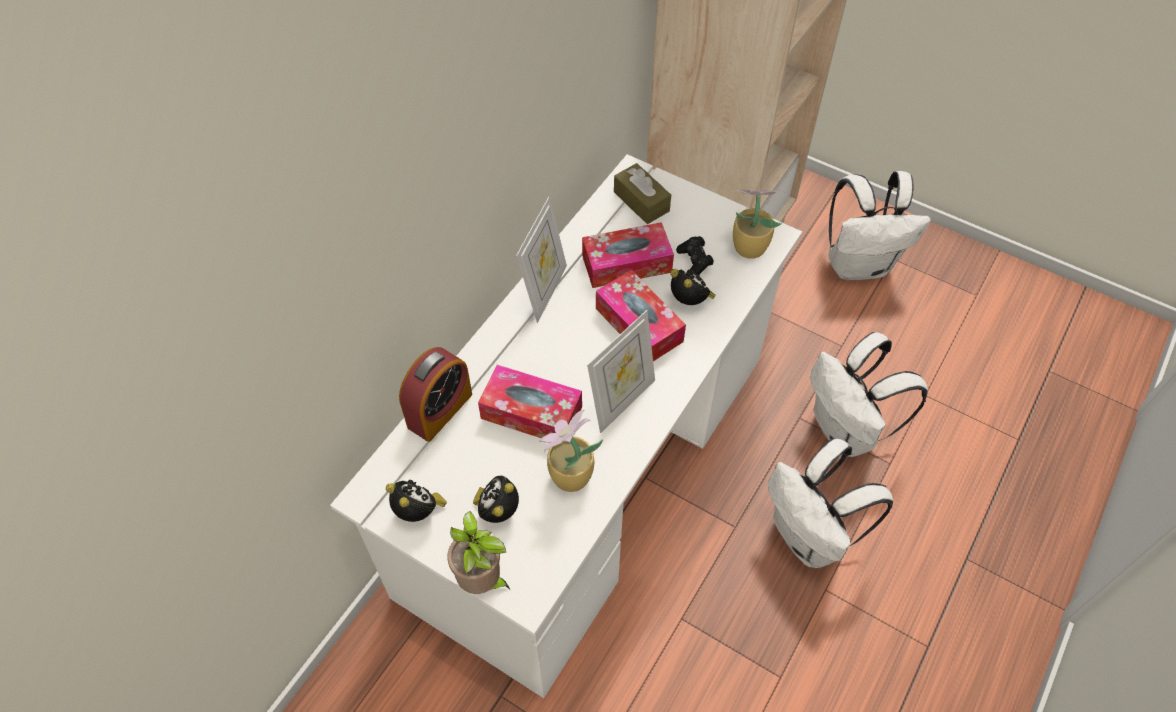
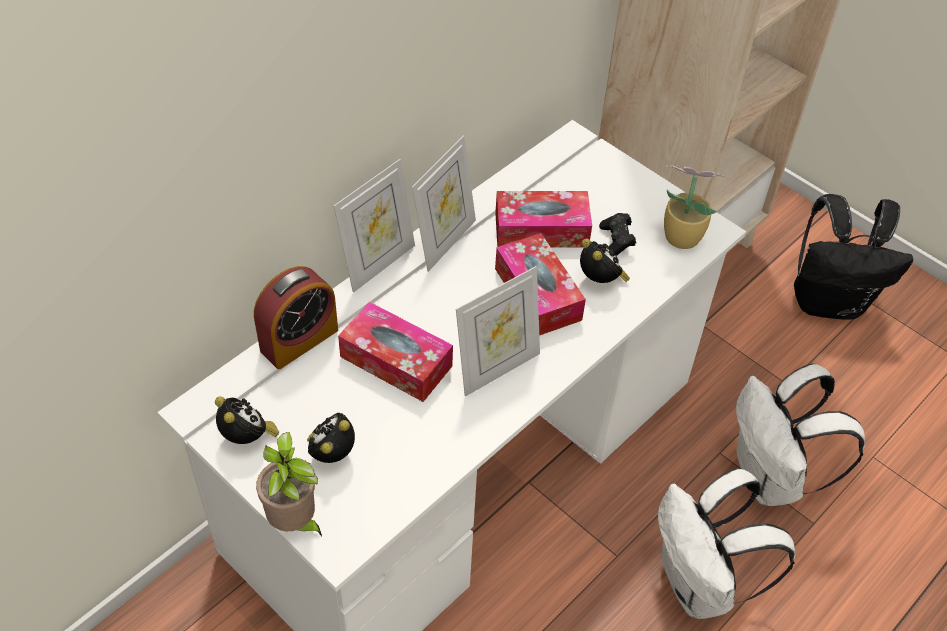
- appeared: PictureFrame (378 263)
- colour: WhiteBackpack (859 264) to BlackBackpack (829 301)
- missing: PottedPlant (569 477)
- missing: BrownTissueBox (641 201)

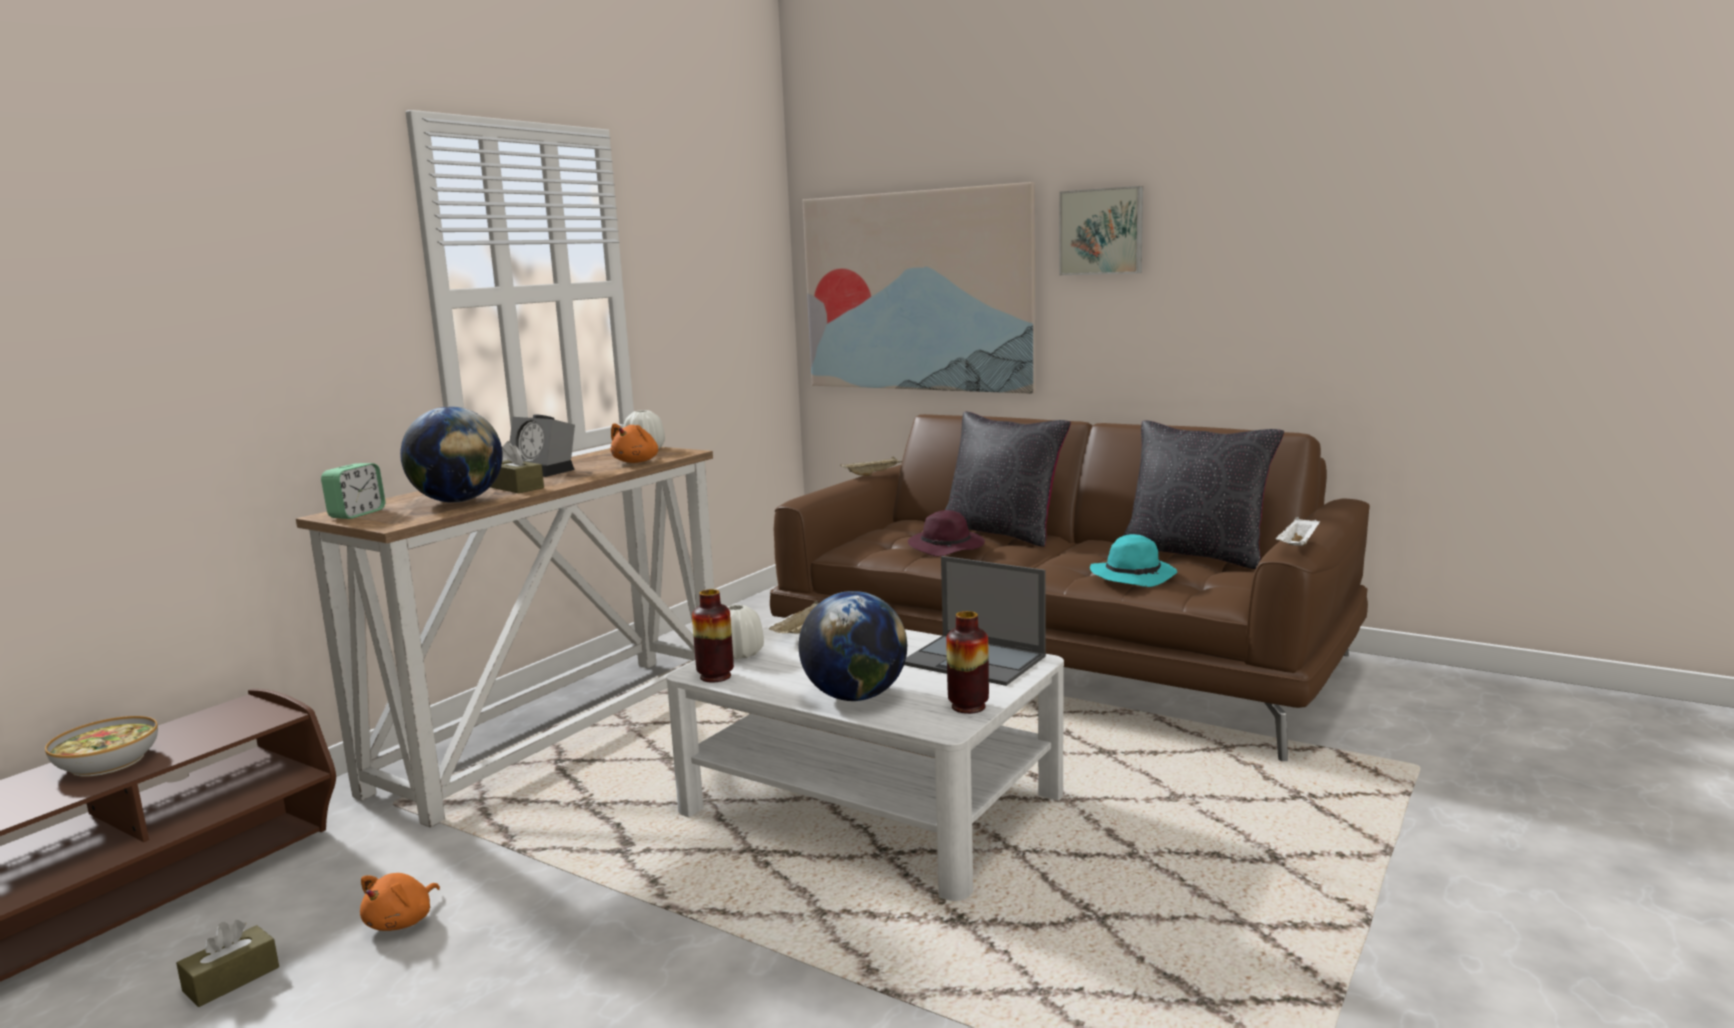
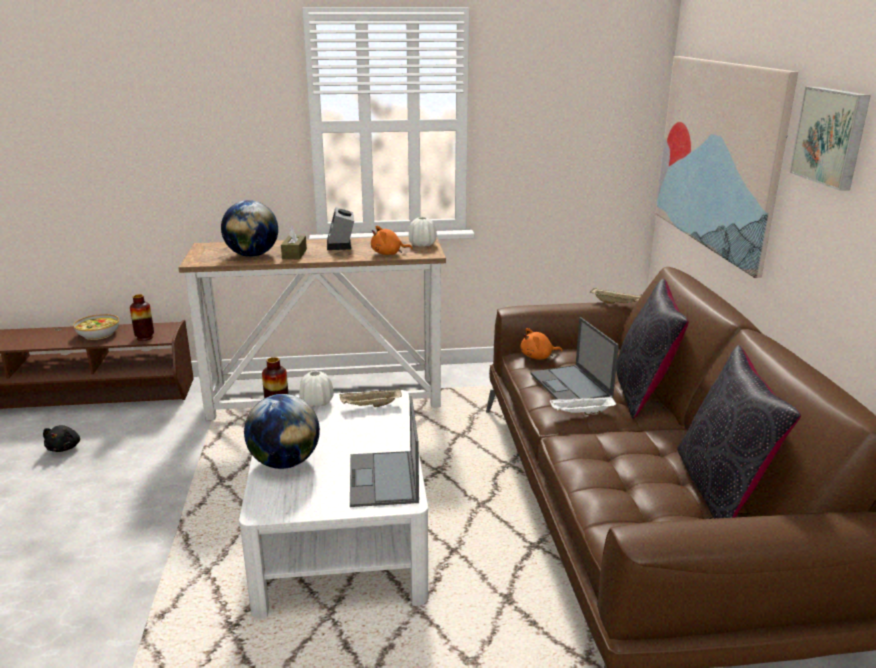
- exchanged: BrownTissueBox (231 979) to BlackPlushToy (64 448)
- relocated: Vase (968 707) to (145 337)
- relocated: OrangePlushToy (402 921) to (538 357)
- exchanged: PurpleHat (947 547) to Laptop (571 386)
- relocated: WhiteTray (1298 547) to (581 413)
- missing: AlarmClock (357 514)
- missing: TurquoiseHat (1134 576)

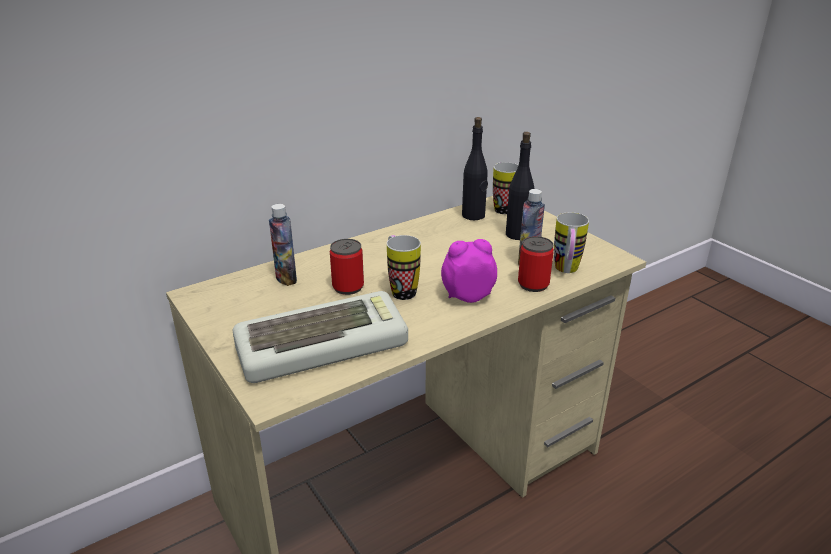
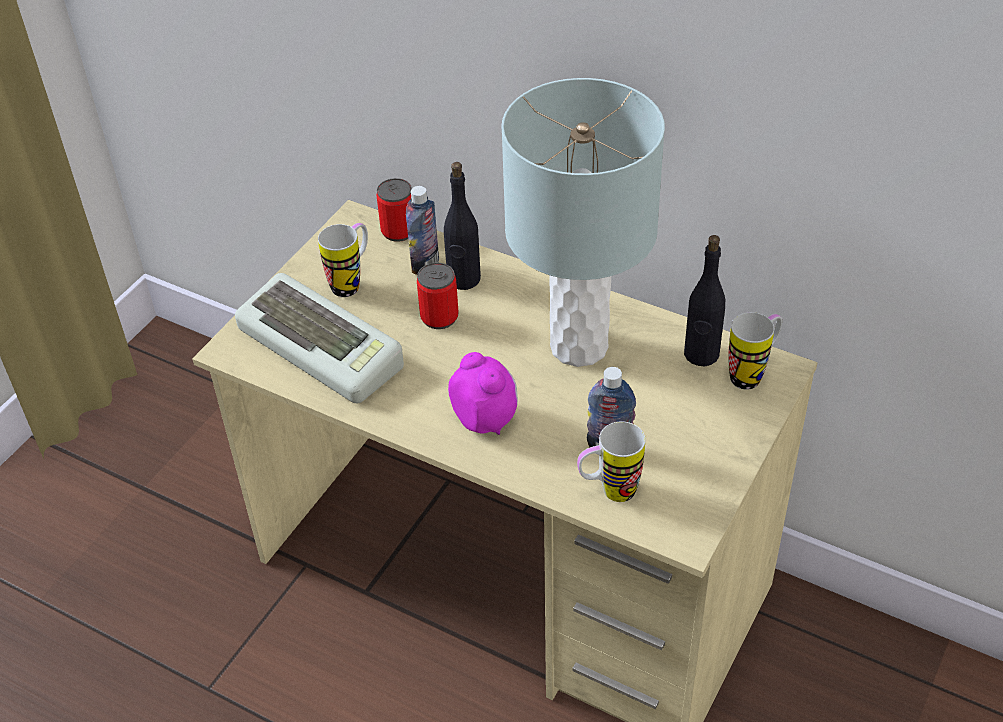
- relocated: Mug (400 289) to (351 282)
- relocated: Can (533 284) to (398 231)
- relocated: BlackBottle (518 235) to (463 279)
- appeared: GreyTableLamp (580 346)

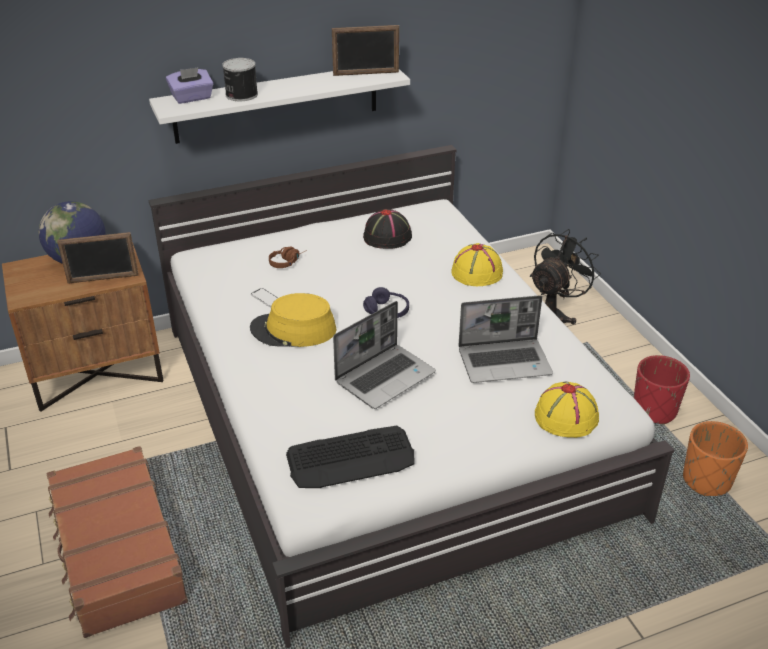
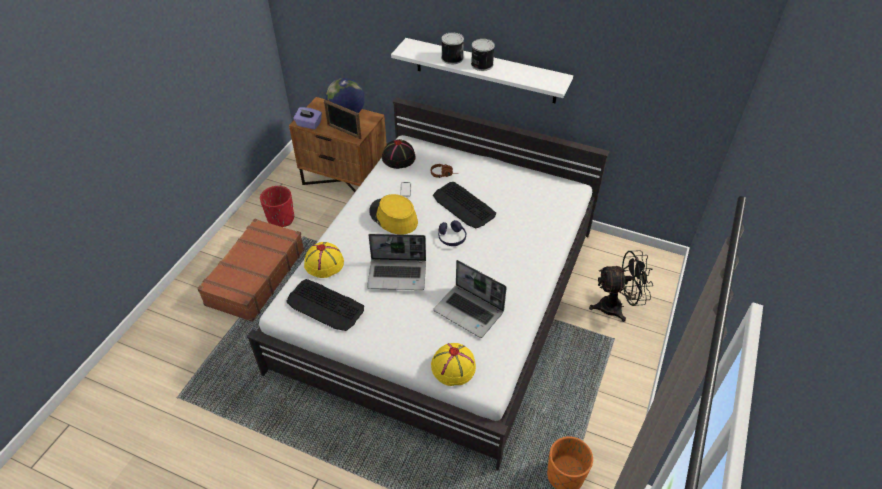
- relocated: RedPlanter (654 410) to (281 219)
- relocated: PurpleTissueBox (192 98) to (309 124)
- relocated: YellowHat (477 272) to (324 263)
- relocated: BlackHat (387 236) to (399 158)
- appeared: Keyboard (464 205)
- appeared: Can (481 64)
- missing: PictureFrame (366 73)

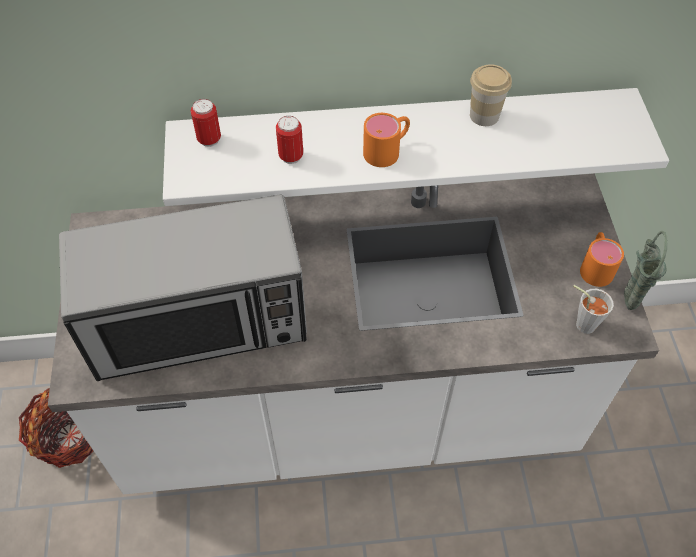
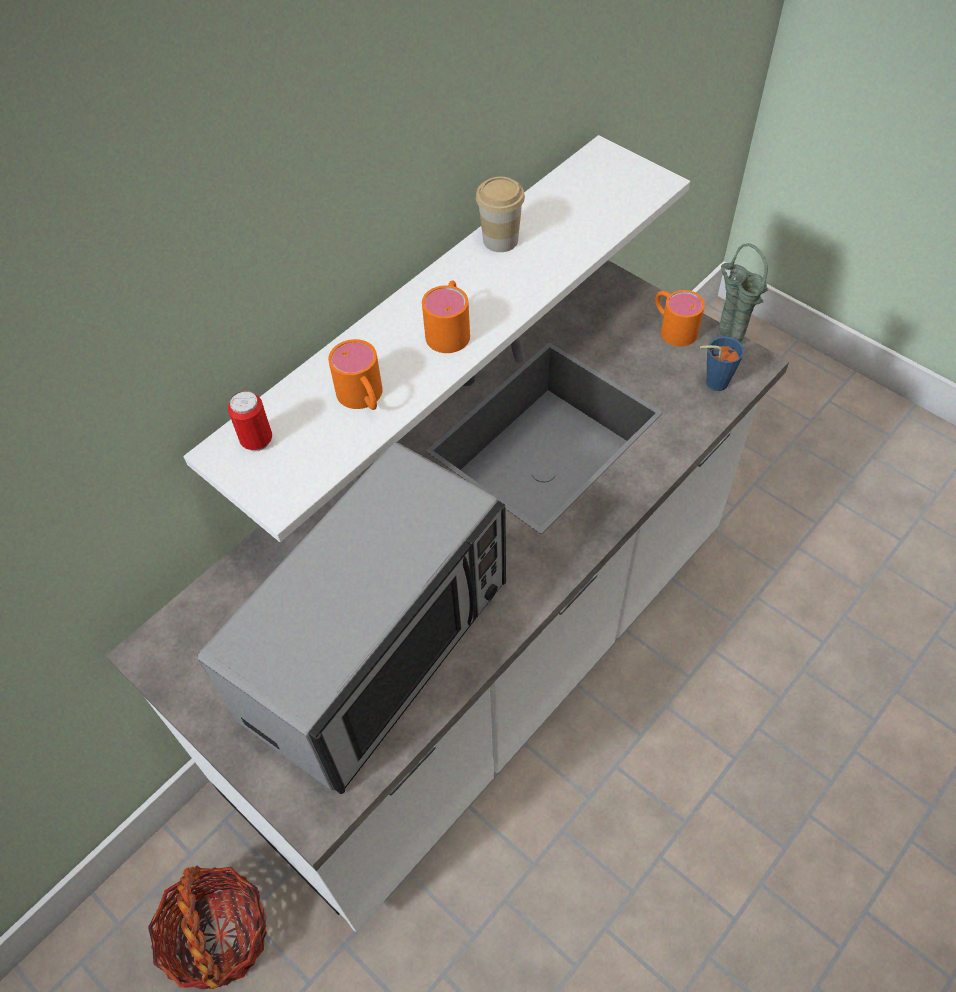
- exchanged: Can (291 156) to OrangeMug (363 398)
- colour: GreyCup (581 322) to BlueCup (711 383)

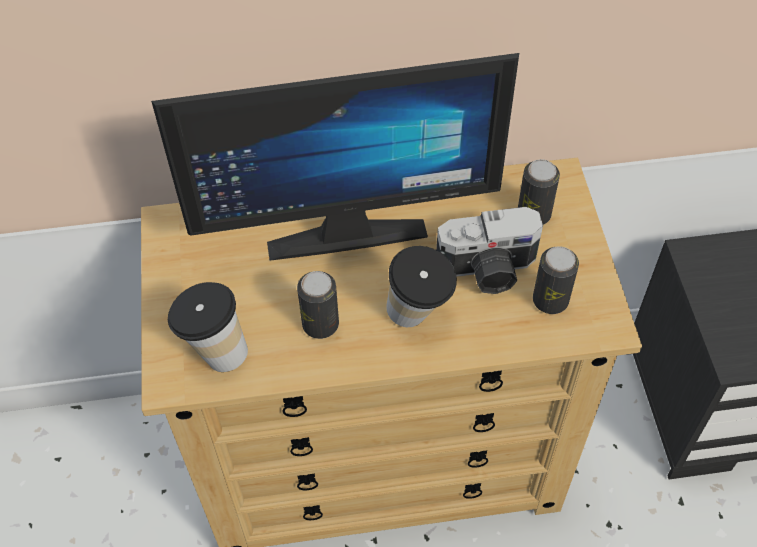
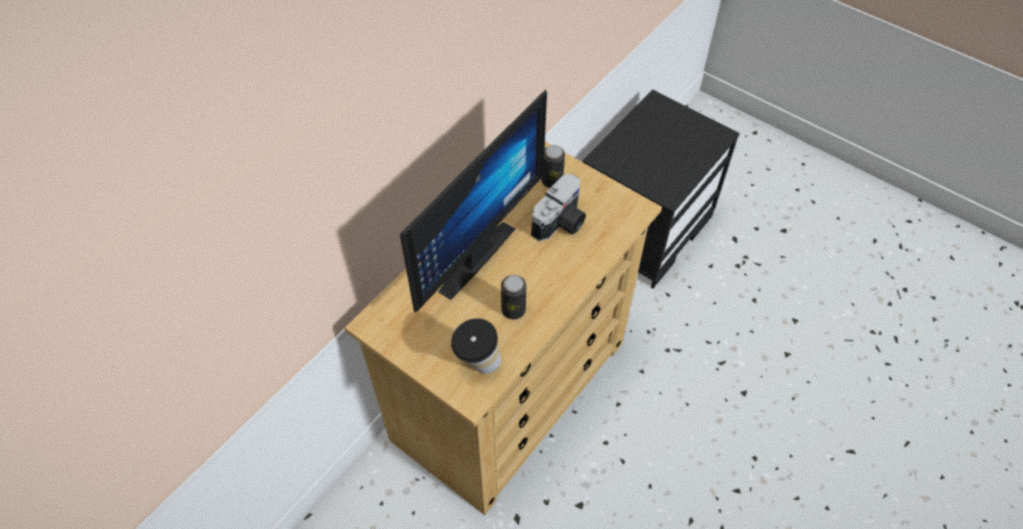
- missing: Cup (418 317)
- missing: Can (550 300)

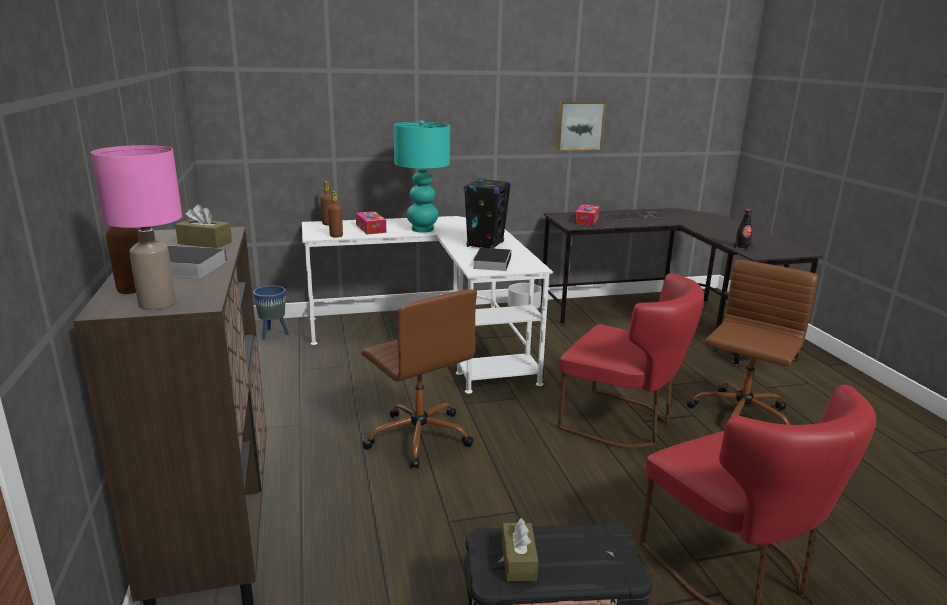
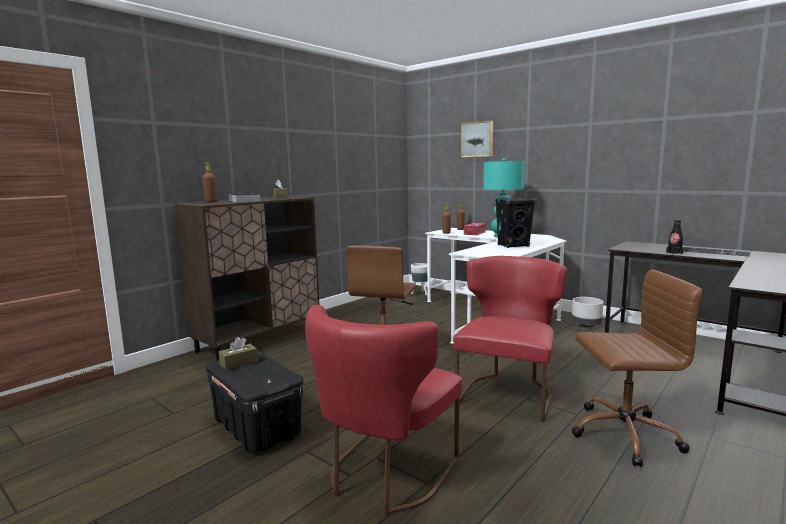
- colour: BluePlanter (273 334) to WhitePlanter (420 293)
- spun: RedChair (622 422) = (508 392) 150 degrees counterclockwise
- relocated: Picture (579 125) to (477 139)
- relocated: BlackBottle (741 247) to (674 253)
- missing: PinkTableLamp (156 304)
- missing: Book (492 262)
- missing: TissueBox (586 220)

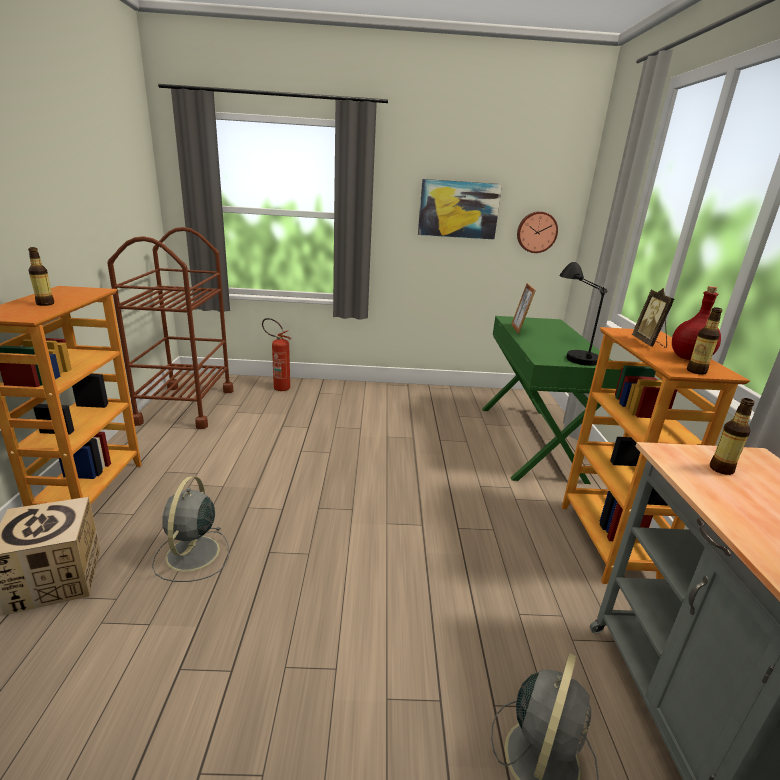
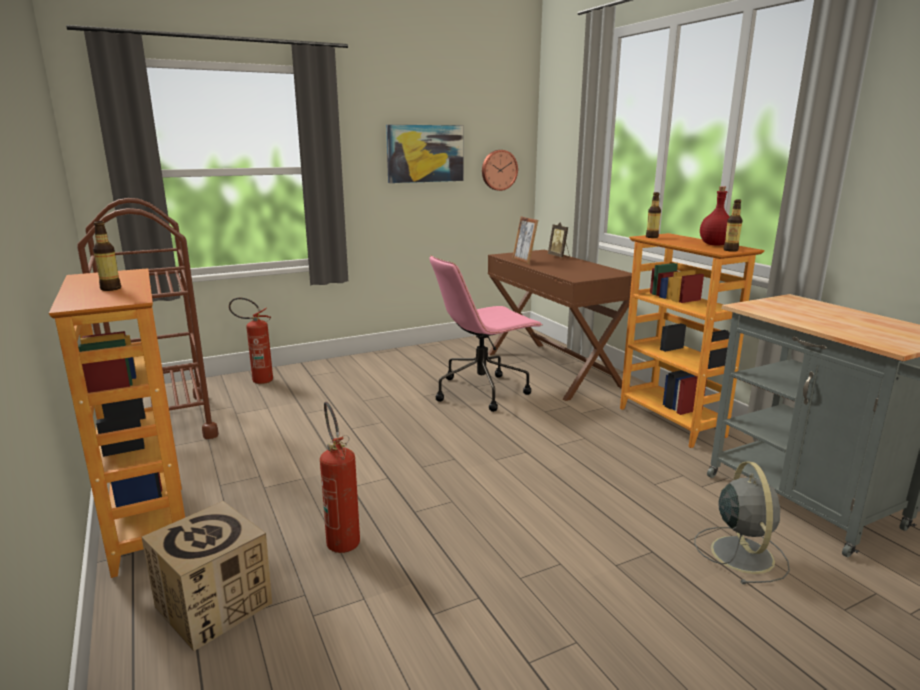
- exchanged: GreyFan (192 555) to FireExtinguisher (341 538)
- appeared: PinkOfficeChair (482 391)
- colour: GreenDesk (530 441) to BrownDesk (552 369)
- relocated: PictureFrame (649 343) to (559 256)
- relocated: Bottle (721 469) to (652 237)
- missing: BlackTableLamp (571 350)

